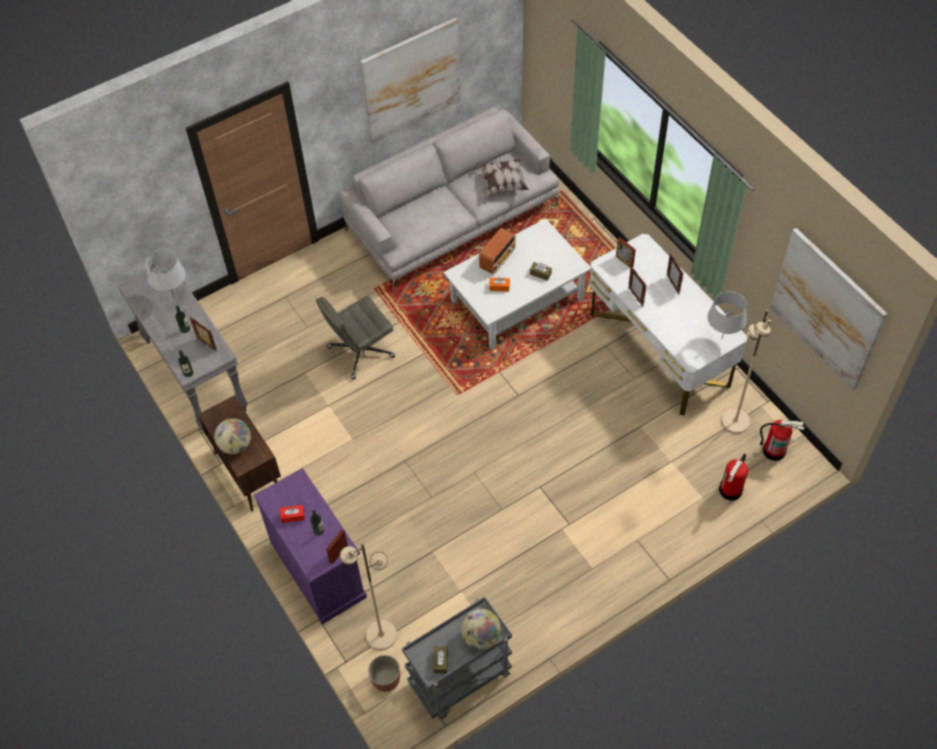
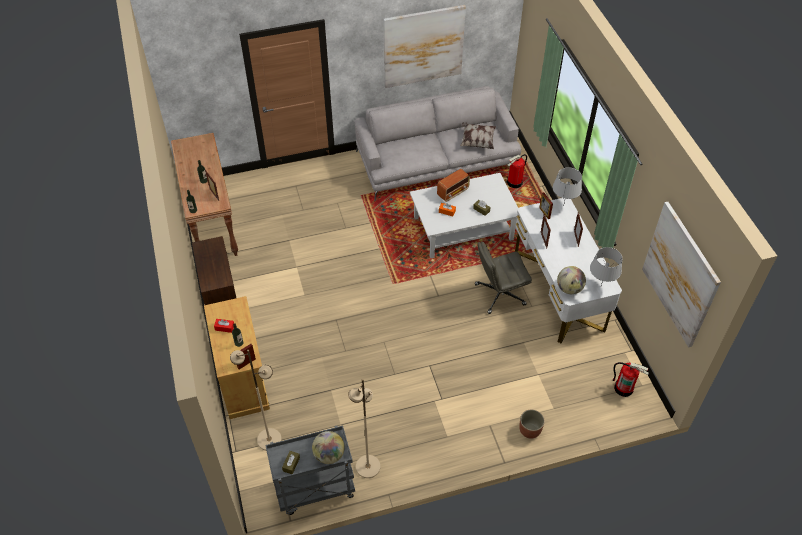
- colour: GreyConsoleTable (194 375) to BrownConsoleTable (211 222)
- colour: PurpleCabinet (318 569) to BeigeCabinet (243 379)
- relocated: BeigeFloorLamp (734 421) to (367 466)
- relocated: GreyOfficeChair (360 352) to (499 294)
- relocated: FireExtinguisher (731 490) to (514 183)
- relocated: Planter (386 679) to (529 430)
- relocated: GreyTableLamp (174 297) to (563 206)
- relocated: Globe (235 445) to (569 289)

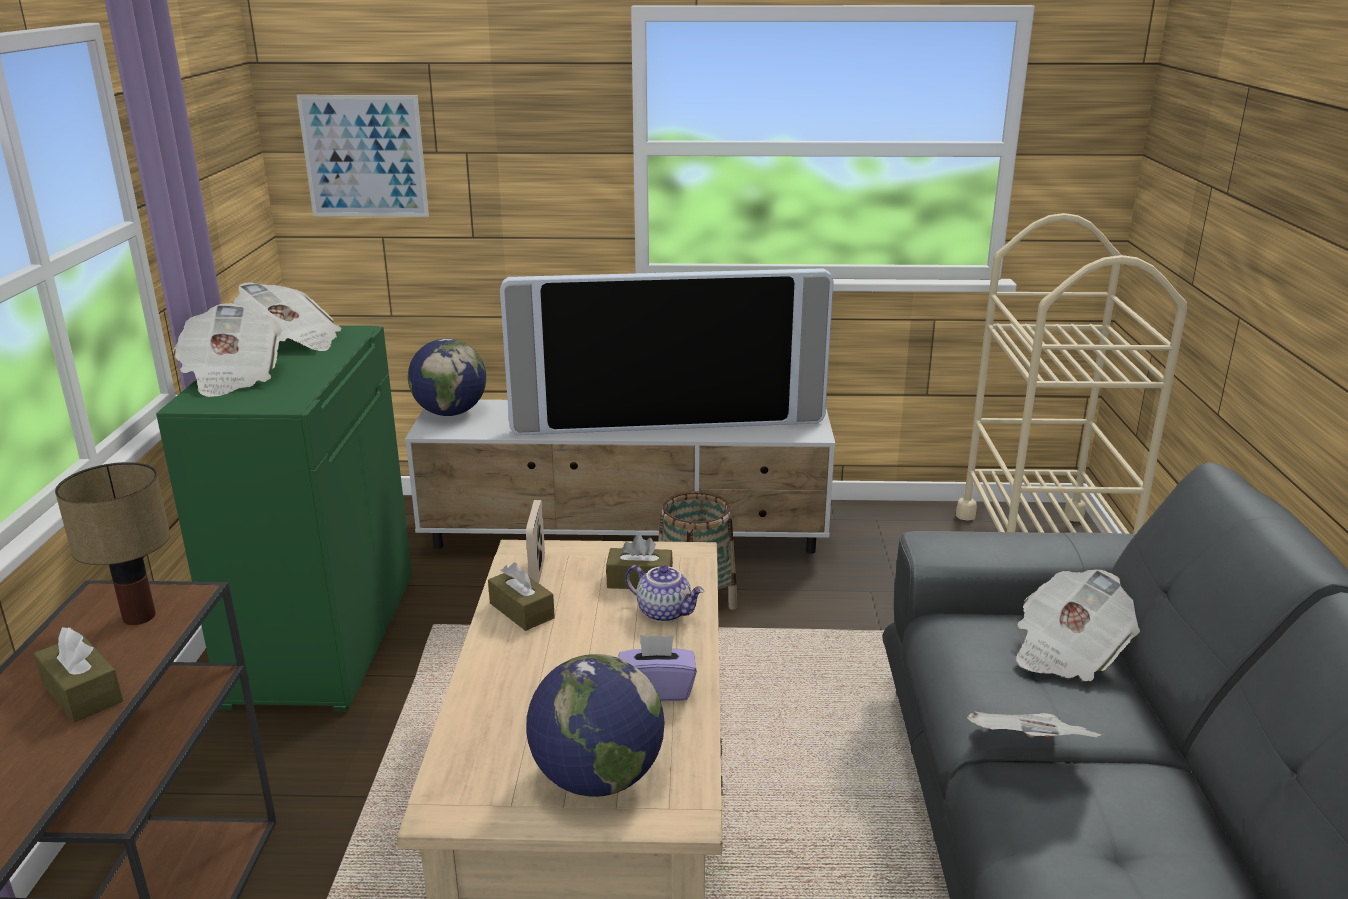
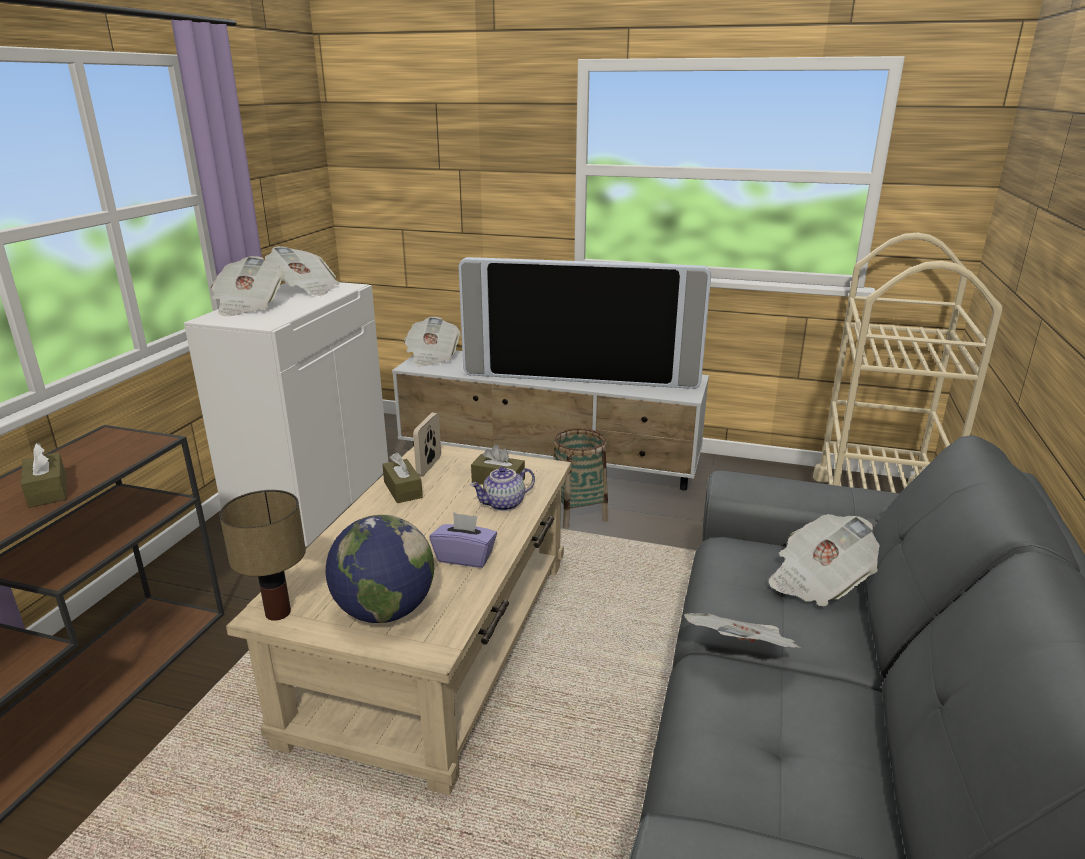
- colour: GreenCabinet (322 638) to WhiteCabinet (313 500)
- relocated: TableLamp (141 616) to (279 613)
- exchanged: Globe (450 413) to Newspaper (432 357)
- spun: Teapot (665 612) = (504 504) 105 degrees clockwise
- missing: Picture (364 156)

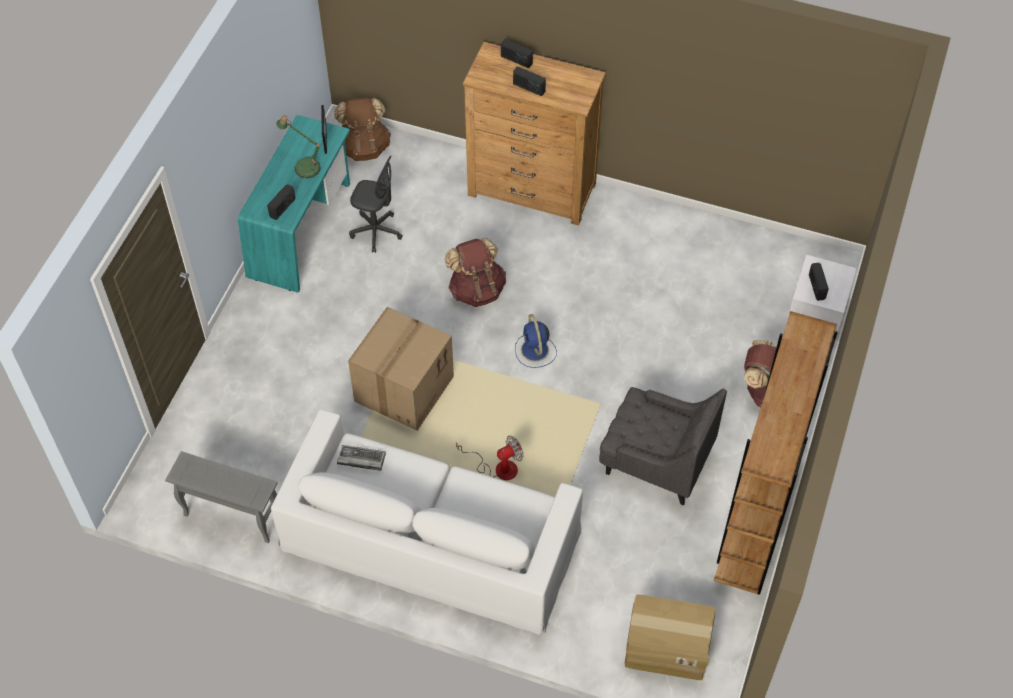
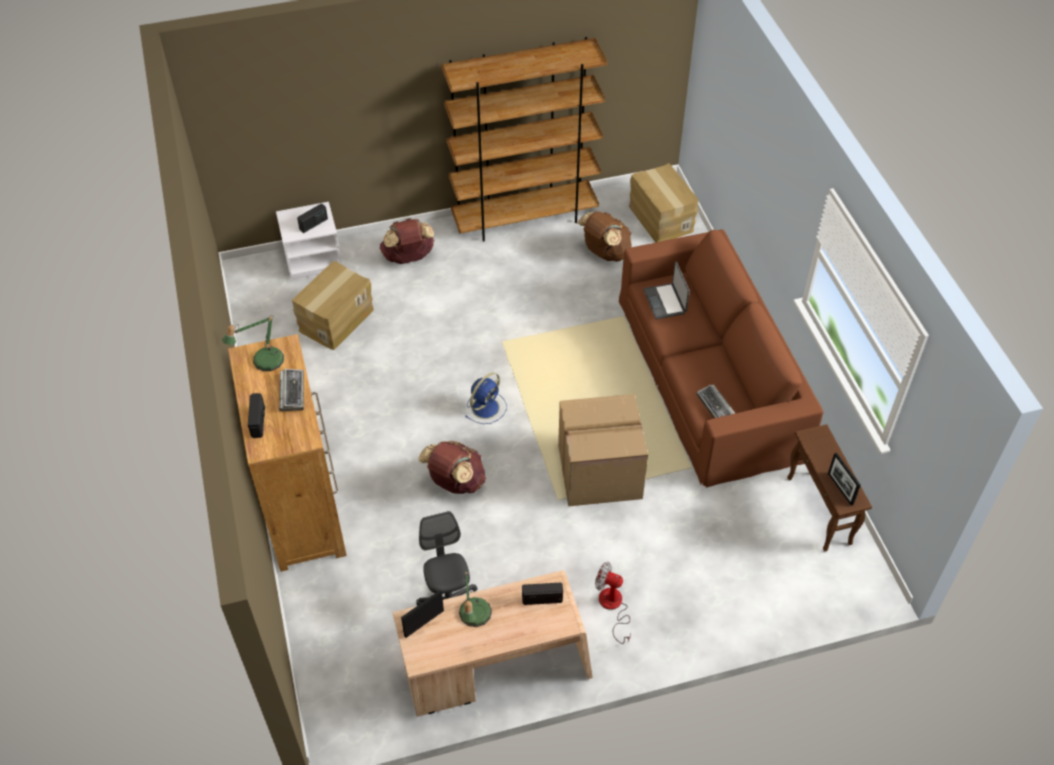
- appeared: TableLamp (263 362)
- exchanged: Radio (529 88) to Keyboard (292 392)
- appeared: CardboardBox (335 320)
- colour: TurquoiseDesk (302 230) to BeigeDesk (496 670)
- relocated: BrownBackpack (364 147) to (605 253)
- relocated: Fan (498 468) to (613 607)
- colour: WhiteSofa (430 539) to BrownSofa (709 376)
- appeared: Laptop (665 302)
- colour: GreySideTable (232 517) to BrownSideTable (819 510)
- appeared: PictureFrame (840 489)
- missing: GreyArmchair (655 462)

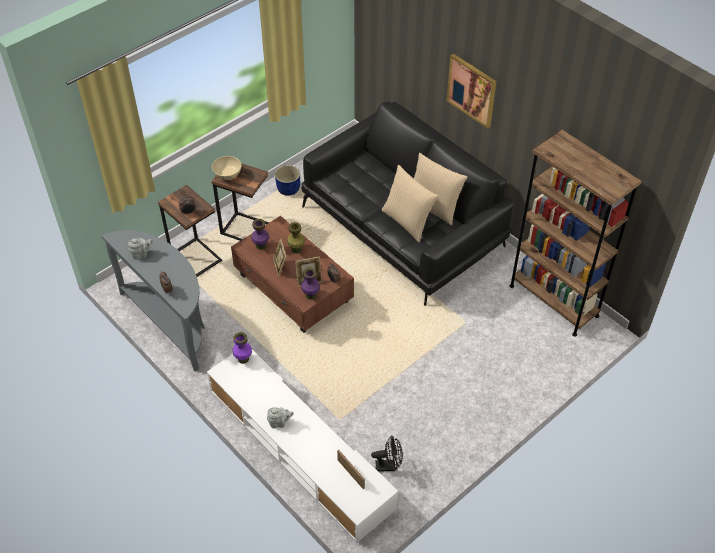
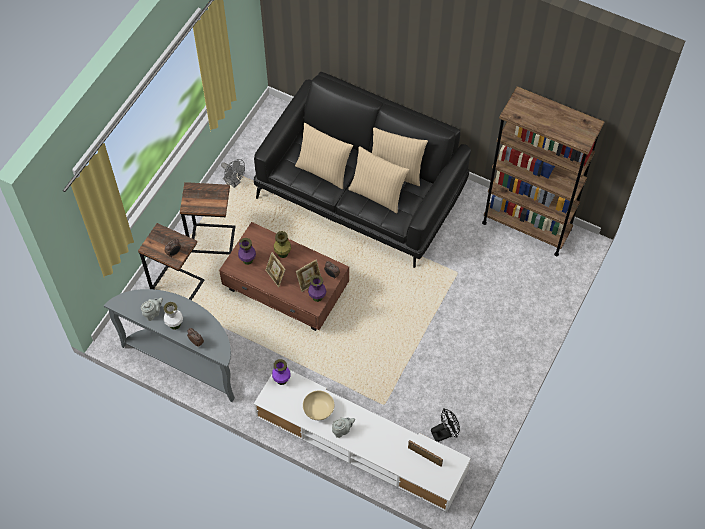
- appeared: WhiteVase (175 324)
- exchanged: BluePlanter (288 189) to GreyFan (234 182)
- appeared: BeigePillow (324 170)
- relocated: BeigeBowl (227 175) to (318 410)
- missing: Picture (472 90)

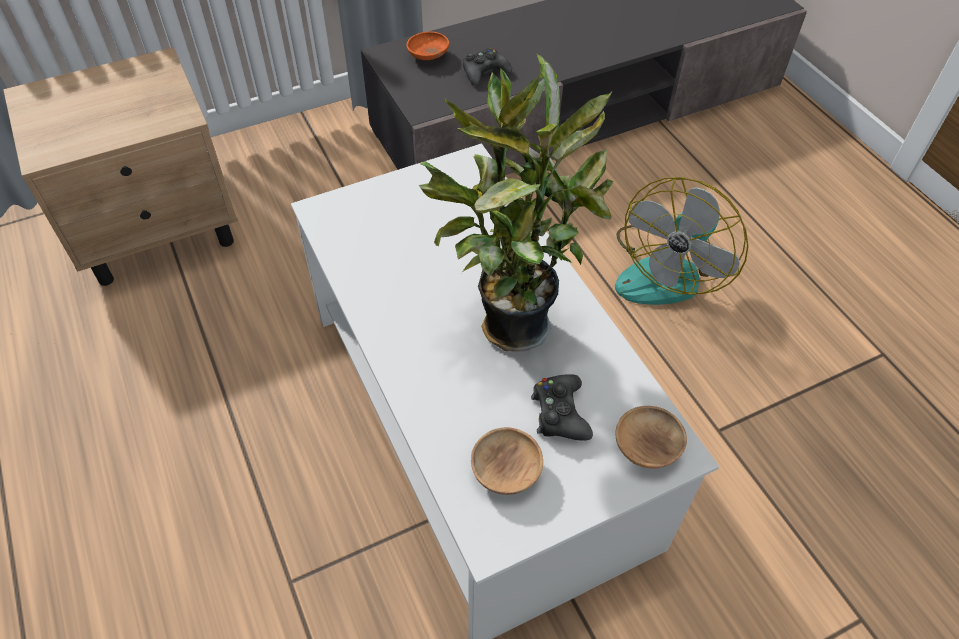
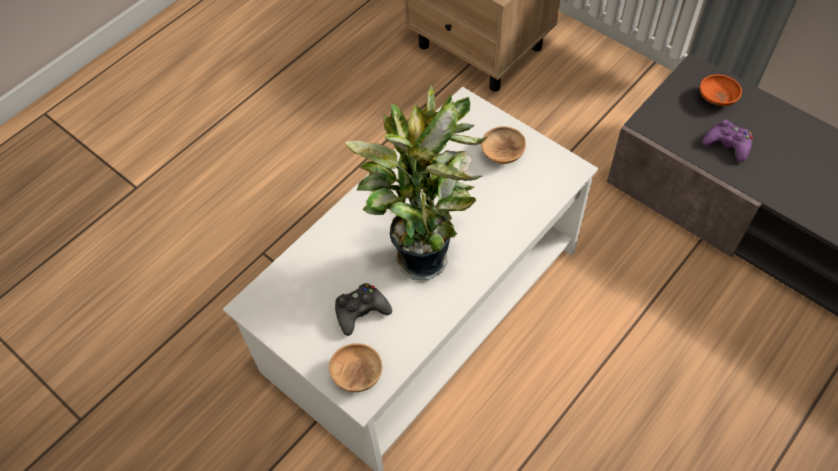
- relocated: BrownBowl (506 471) to (502 153)
- colour: BlackGameController (484 72) to PurpleGameController (727 144)
- missing: Fan (667 270)

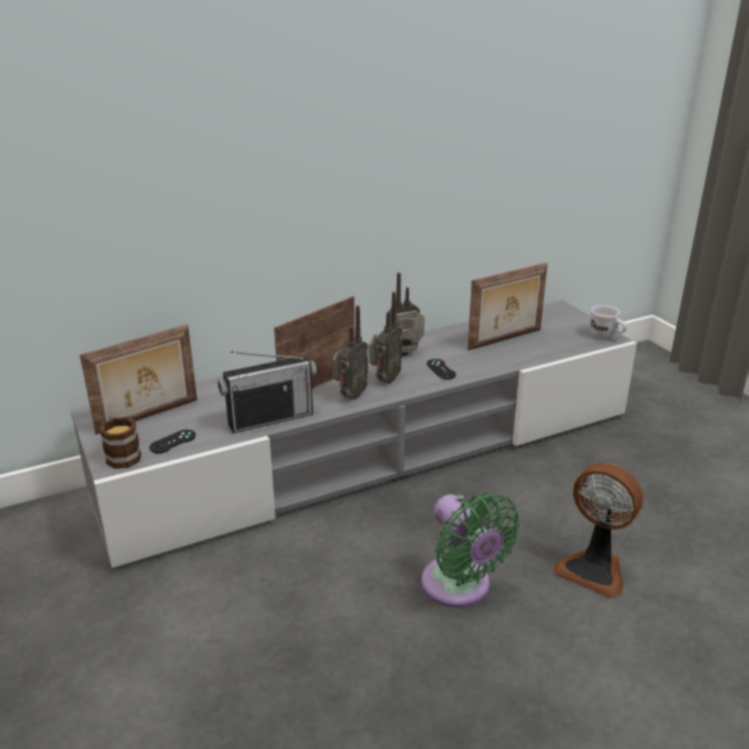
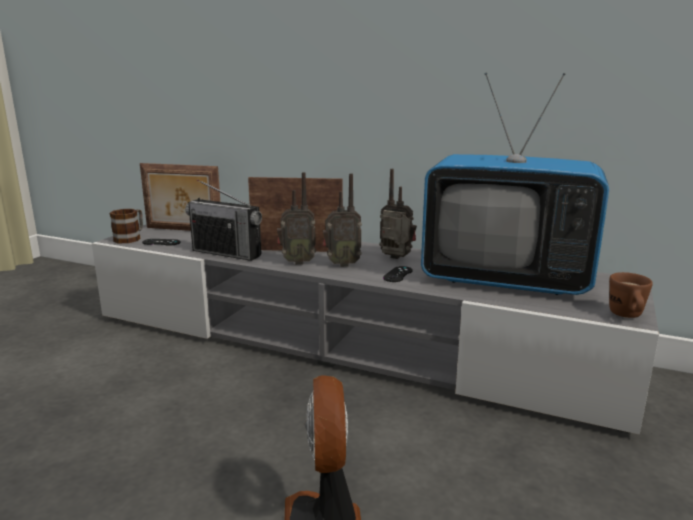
- exchanged: PictureFrame (505 340) to Television (505 280)
- colour: WhiteMug (606 337) to BrownMug (627 316)
- missing: GreenFan (460 588)

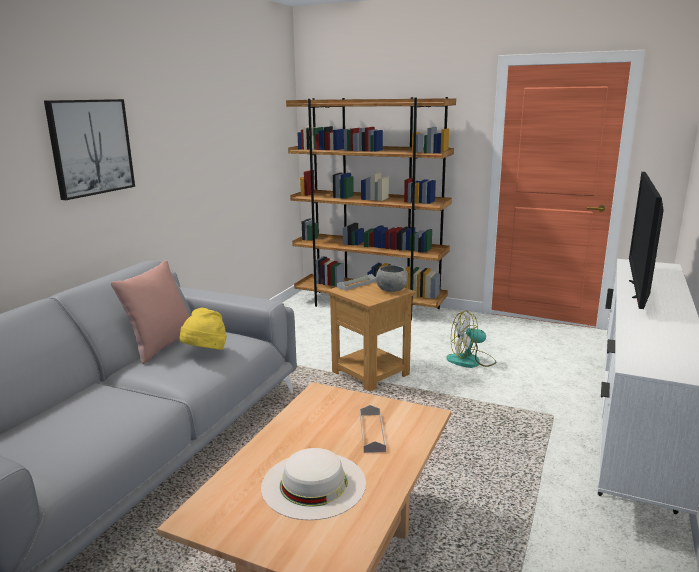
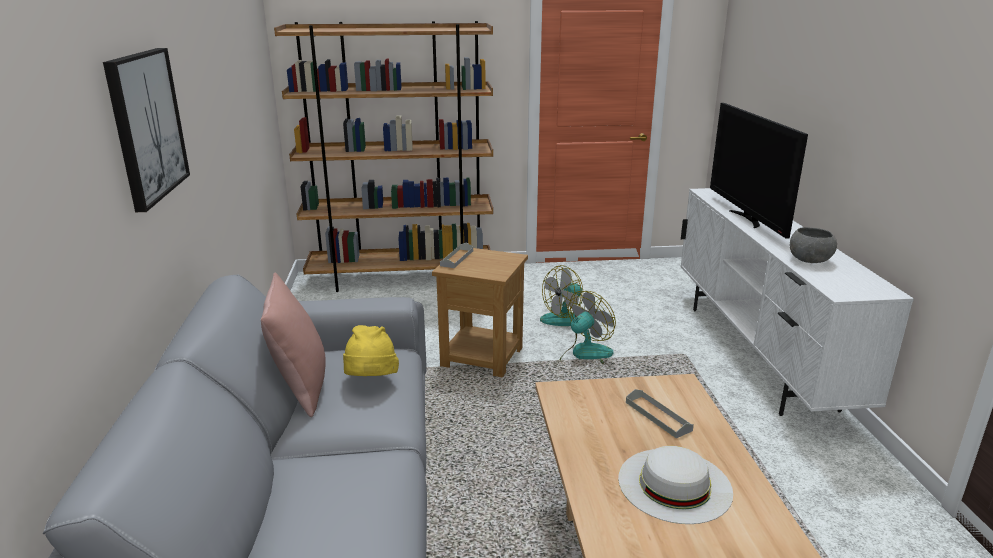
- appeared: Fan (585 356)
- relocated: GreyBowl (391 290) to (810 260)

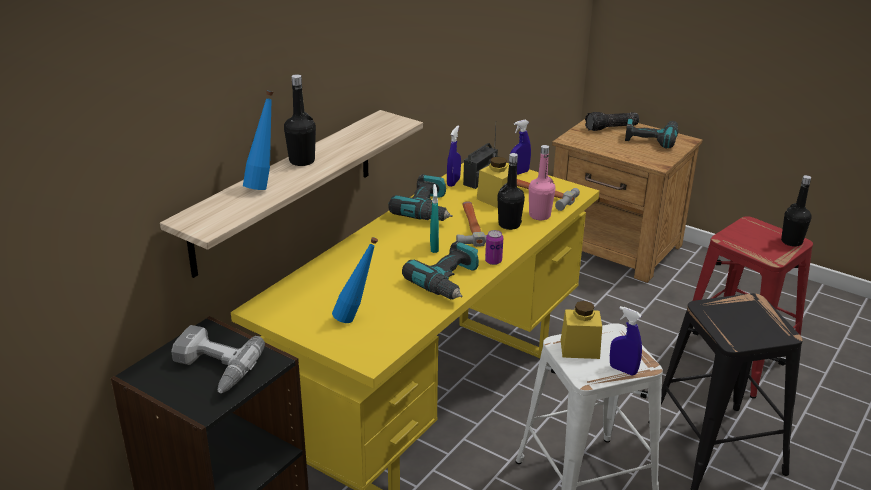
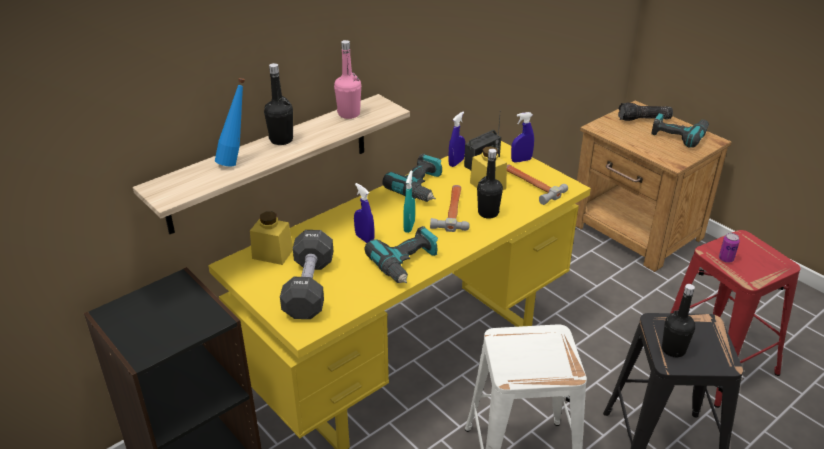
- relocated: YellowJar (580 349) to (272 254)
- exchanged: BlueBottle (356 318) to BlackDumbbell (309 288)
- relocated: PinkBottle (539 215) to (349 114)
- relocated: BlueSprayBottle (623 370) to (364 239)
- relocated: BlackBottle (791 242) to (673 350)
- relocated: Can (493 261) to (726 259)
- missing: PowerDrill (212 369)

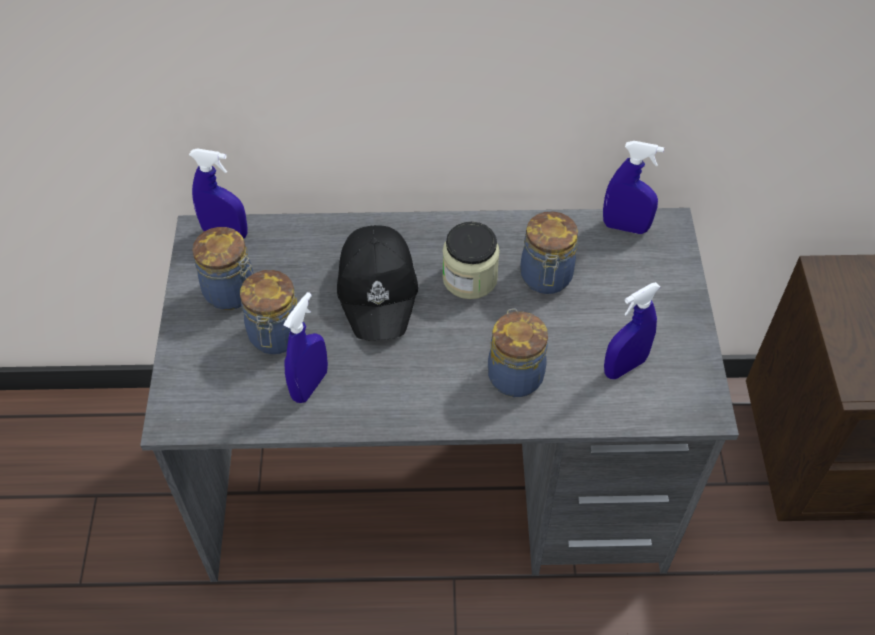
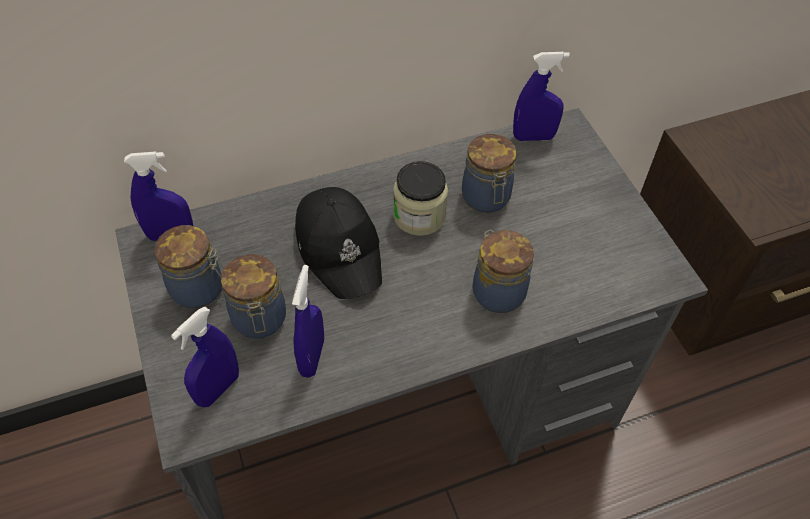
- relocated: BlueSprayBottle (624 366) to (218 389)

